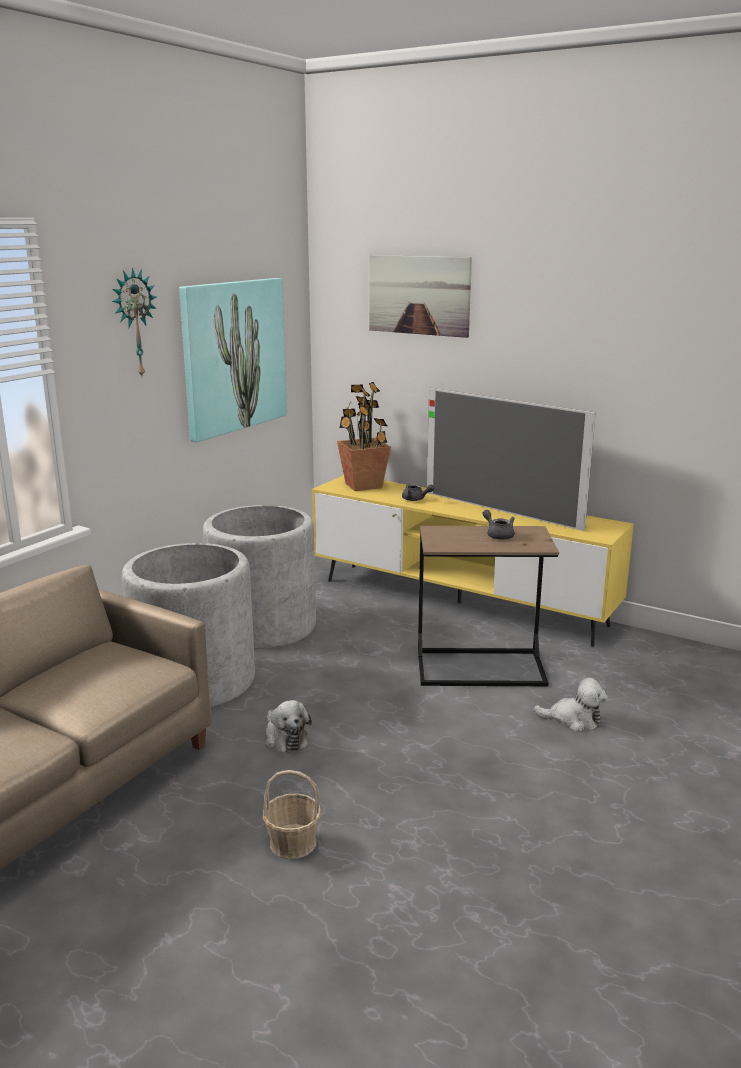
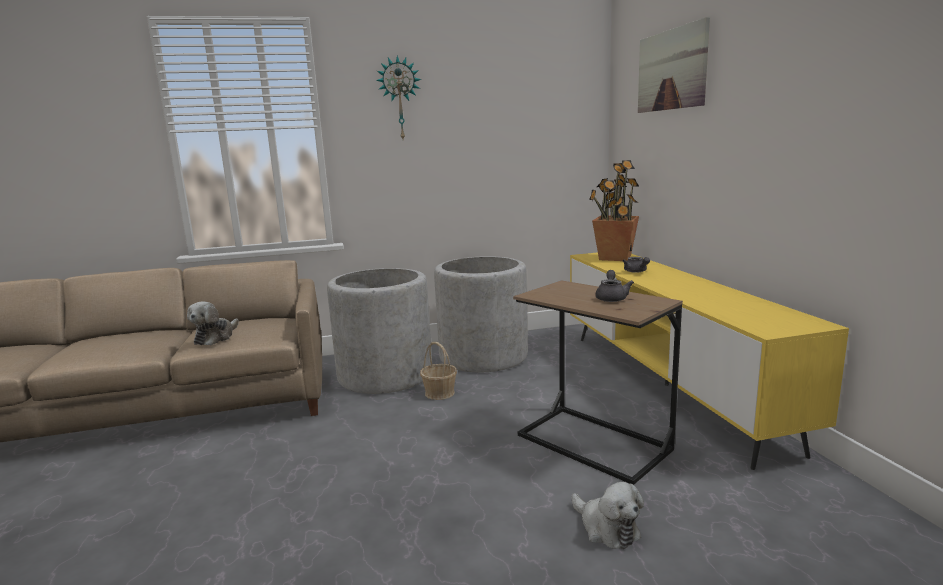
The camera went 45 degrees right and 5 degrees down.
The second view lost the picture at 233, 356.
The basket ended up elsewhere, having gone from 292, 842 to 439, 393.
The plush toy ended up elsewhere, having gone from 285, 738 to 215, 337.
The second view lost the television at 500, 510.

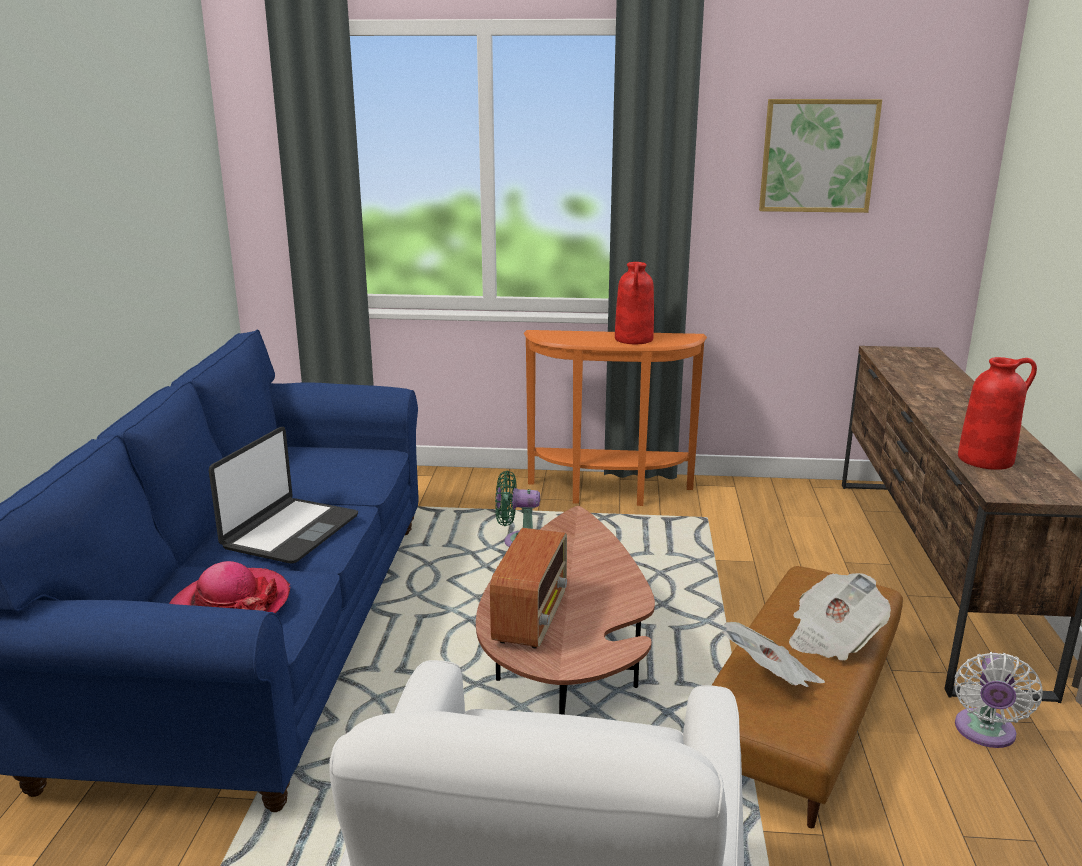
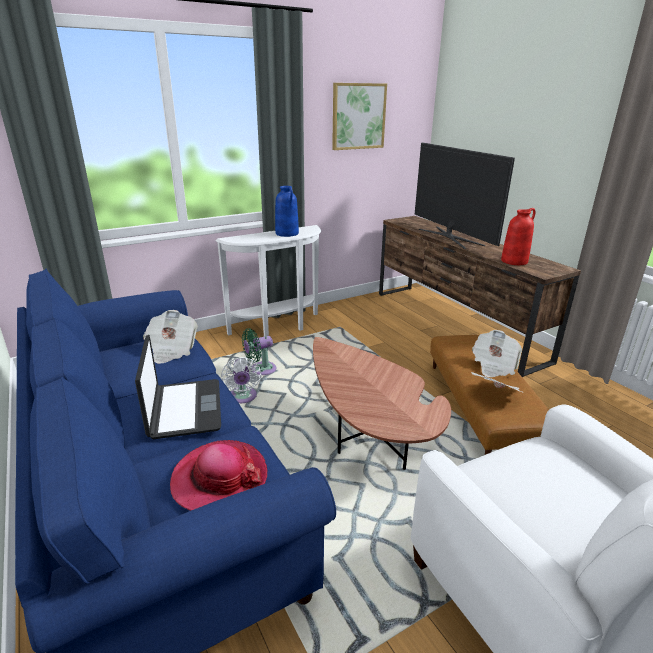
The camera went 35 degrees left and 5 degrees up.
The second view lost the radio at 531, 618.
What was the orange console table at 610, 494 turned into the white console table at 279, 328.
What was the red vase at 634, 339 turned into the blue vase at 287, 233.
The white fan ended up elsewhere, having gone from 984, 733 to 243, 398.
The second view gained the newspaper at 171, 349.
The second view gained the television at 450, 237.

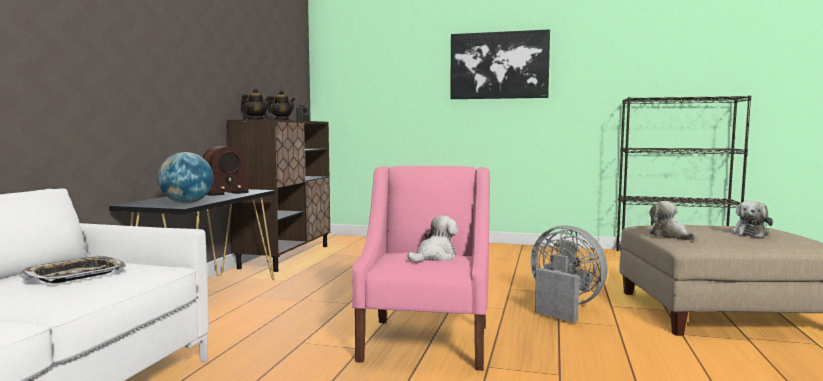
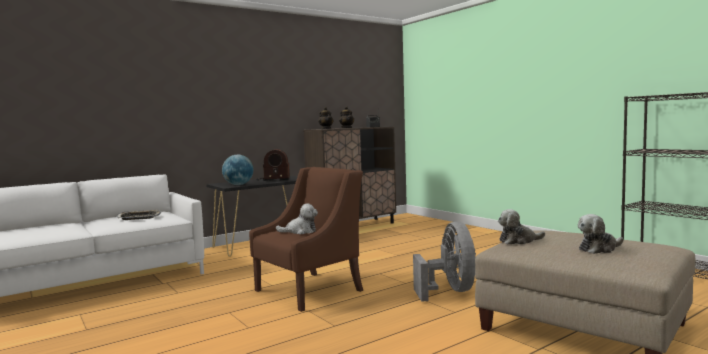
The camera went 40 degrees right and 0 degrees up.
What was the pink armchair at 426, 342 turned into the brown armchair at 310, 290.
The second view lost the picture at 499, 65.
The plush toy at 670, 236 ended up facing another way, 120 degrees counterclockwise from before.

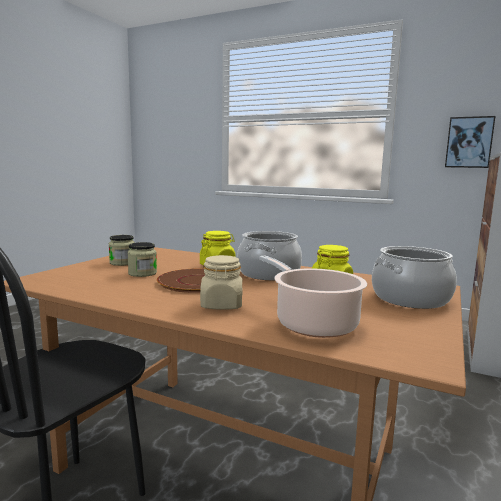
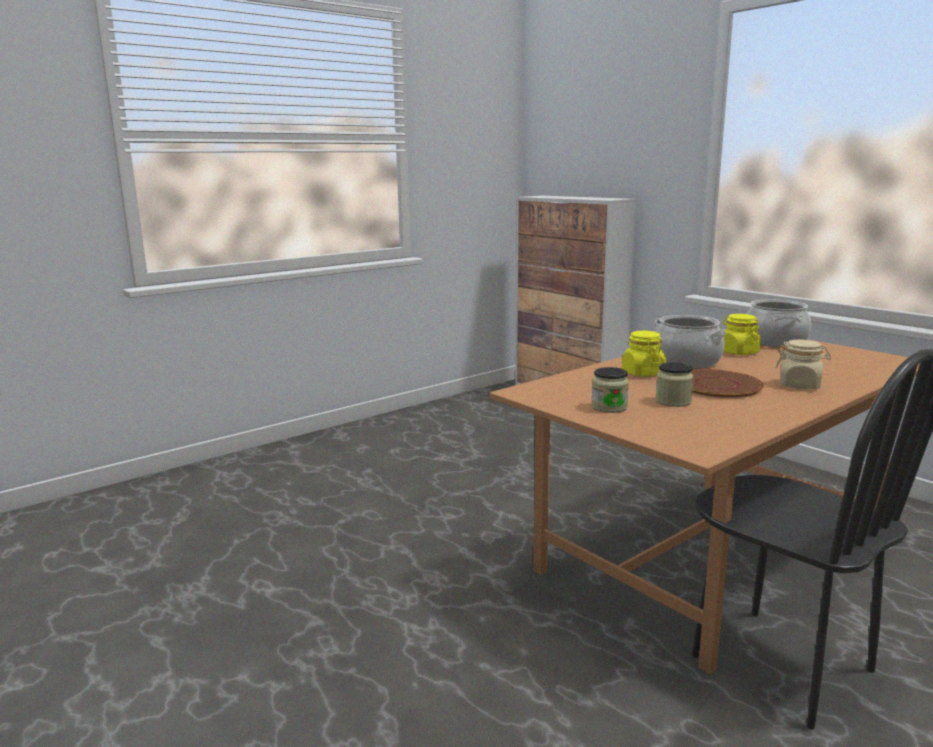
The camera went 65 degrees left and 5 degrees up.
The second view lost the cooking pot at 312, 323.
The second view lost the picture at 469, 142.

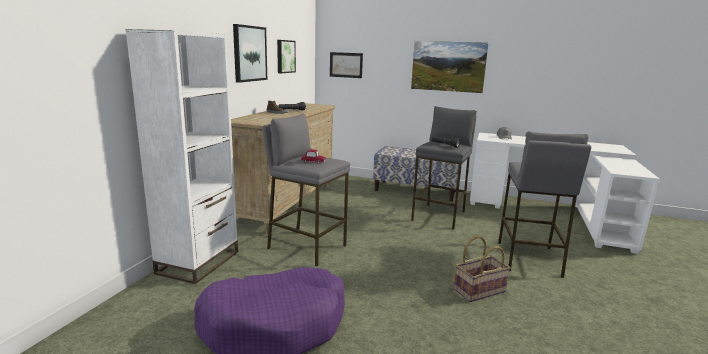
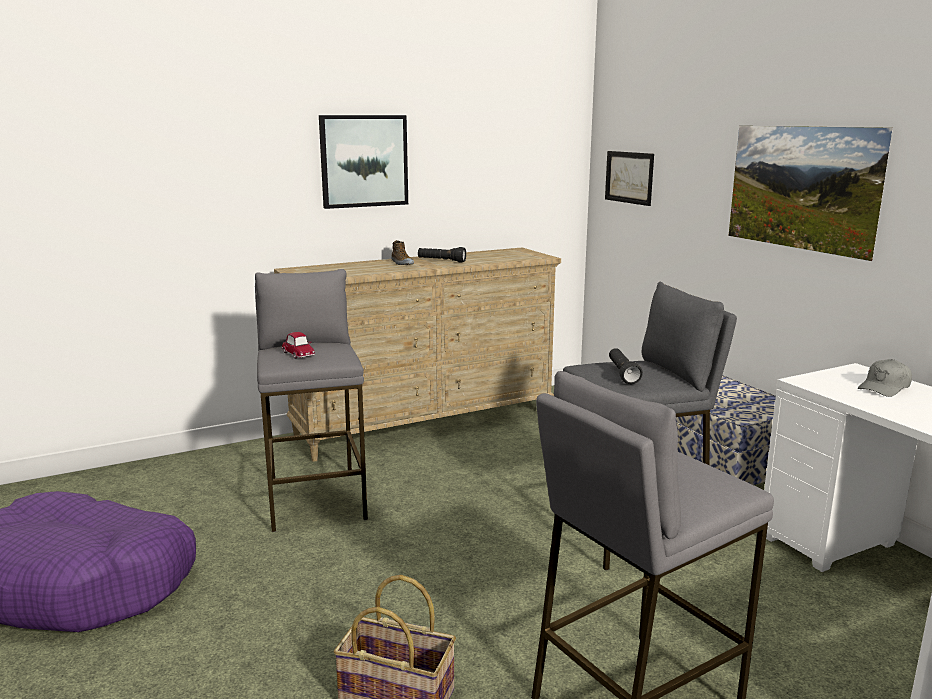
The camera went 45 degrees right and 0 degrees up.
The second view lost the white bookcase at 198, 262.
The second view lost the picture at 285, 56.

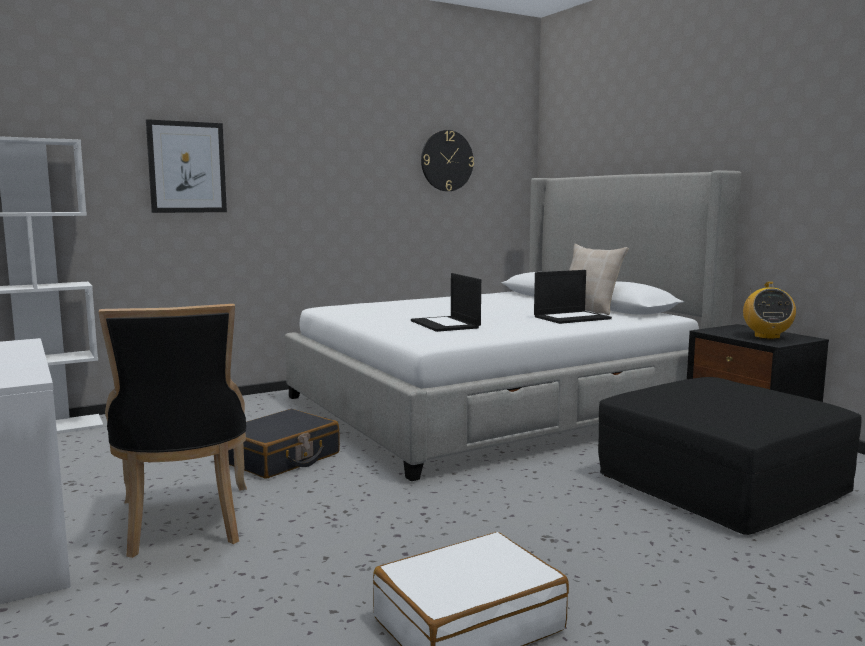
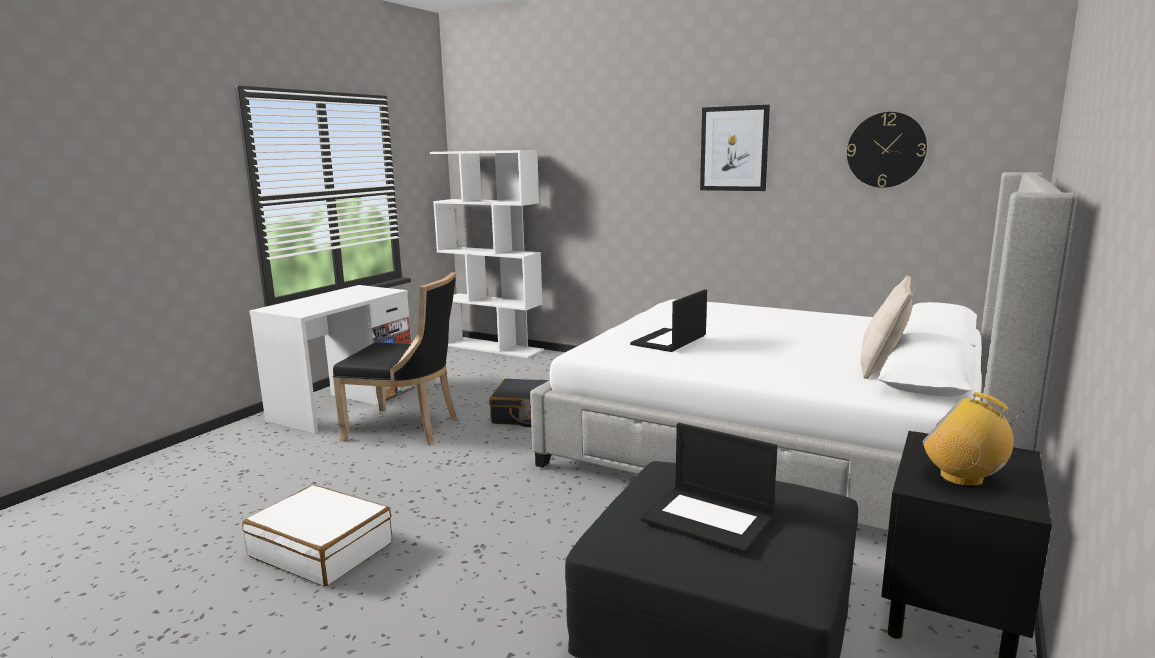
The camera went 60 degrees right and 5 degrees up.
The black chair at 185, 523 ended up facing another way, 120 degrees counterclockwise from before.
The picture ended up elsewhere, having gone from 187, 167 to 734, 148.
The laptop ended up elsewhere, having gone from 572, 317 to 709, 519.
The radio at 766, 337 ended up facing another way, 60 degrees clockwise from before.

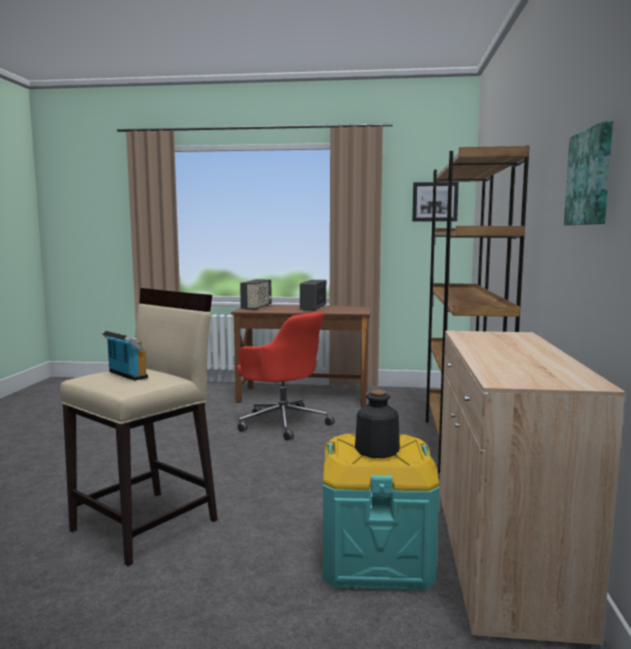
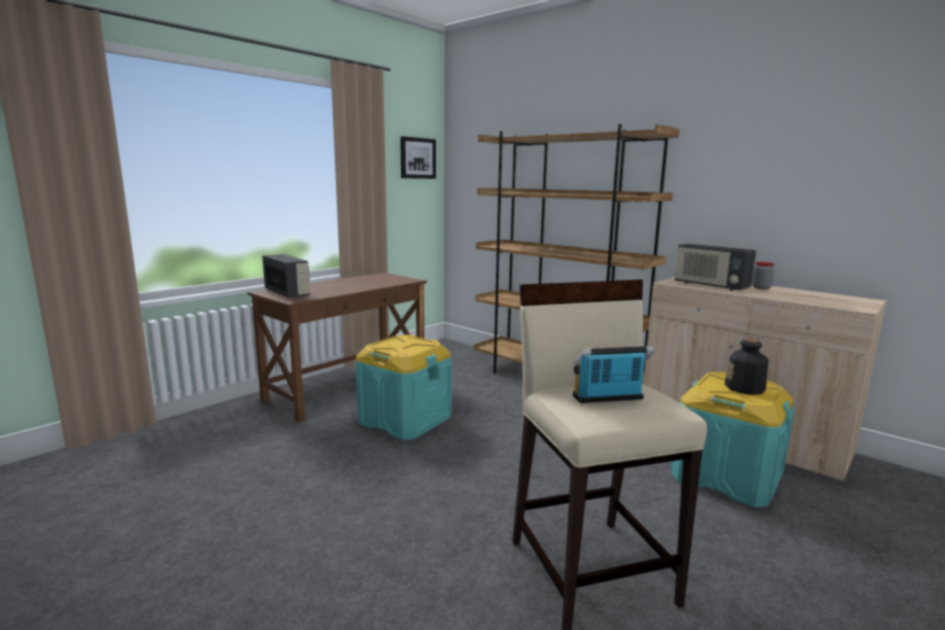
The camera went 55 degrees left and 5 degrees up.
Where the red office chair stood at 283, 423, the turquoise storage box came to stand at 405, 420.
The radio ended up elsewhere, having gone from 313, 308 to 710, 286.
The second view lost the picture at 591, 177.
The second view gained the jar at 761, 288.

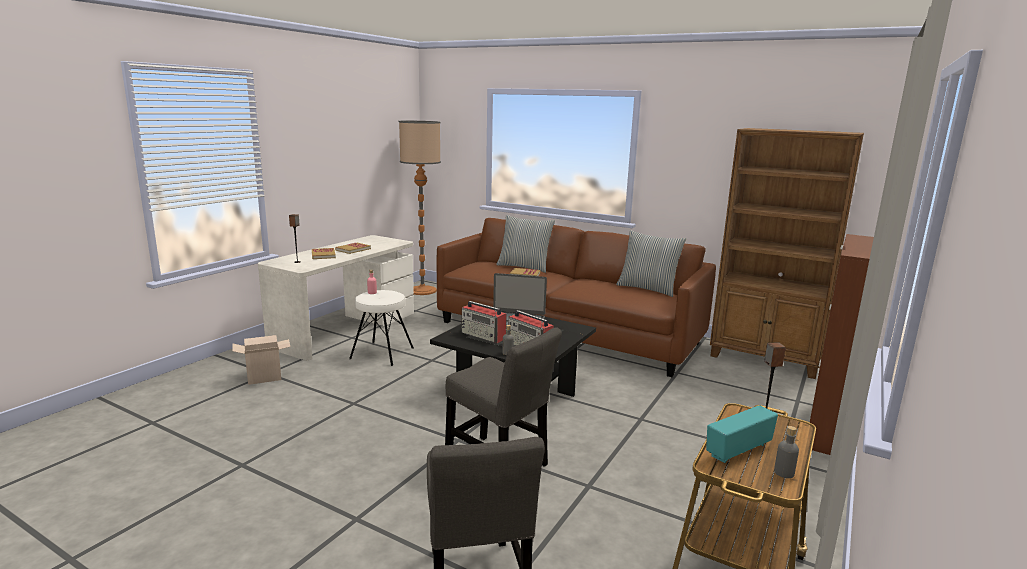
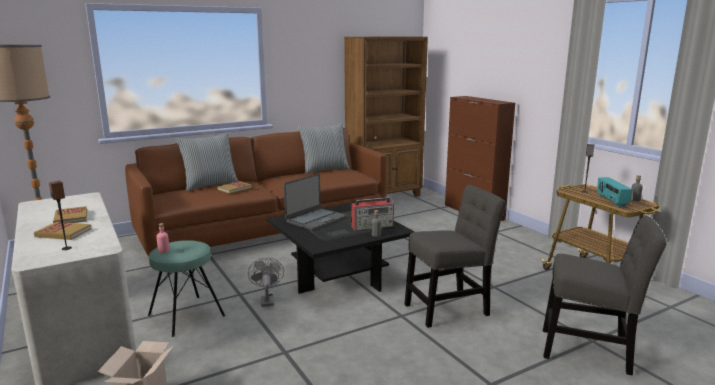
The camera went 60 degrees left and 0 degrees up.
What was the white stool at 382, 353 turned into the turquoise stool at 186, 315.
The second view lost the radio at 483, 336.
The second view gained the grey fan at 267, 300.

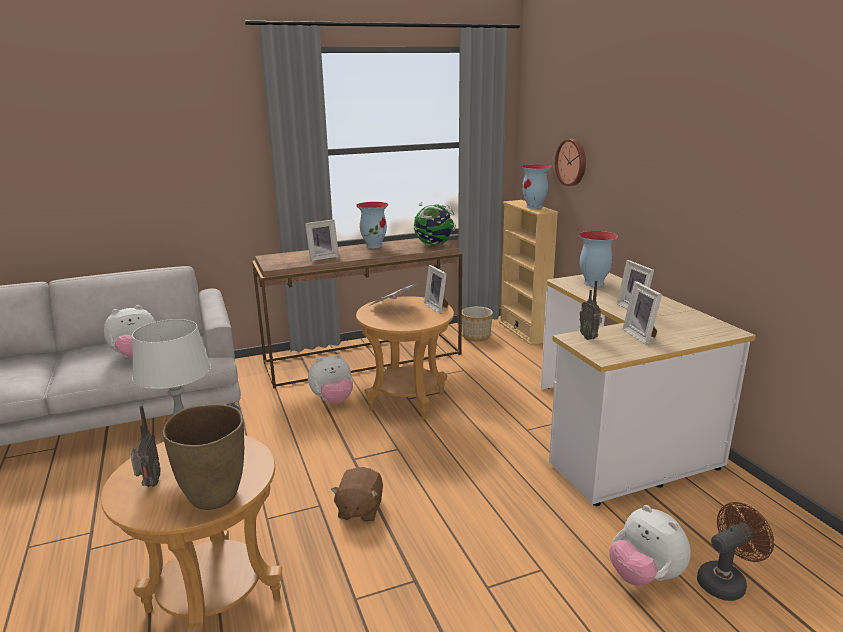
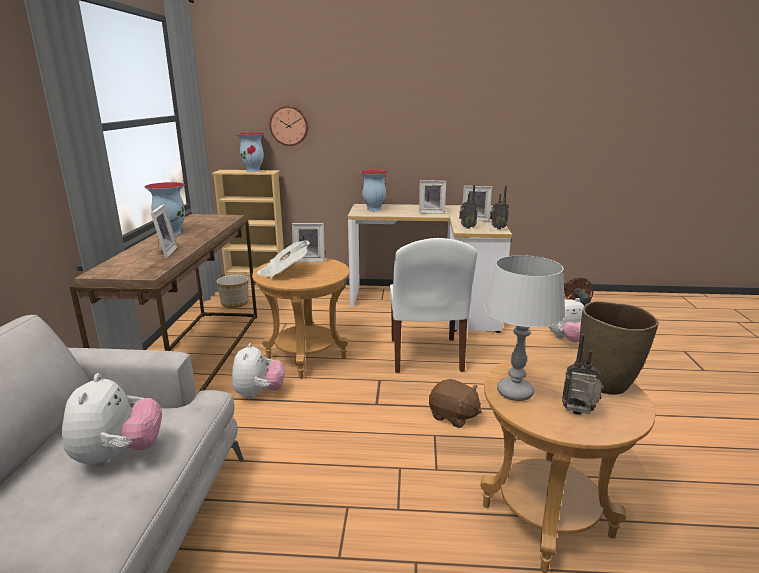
The camera went 65 degrees left and 0 degrees up.
The second view lost the globe at 434, 245.
The second view gained the white chair at 425, 356.
The second view gained the radio at 497, 228.

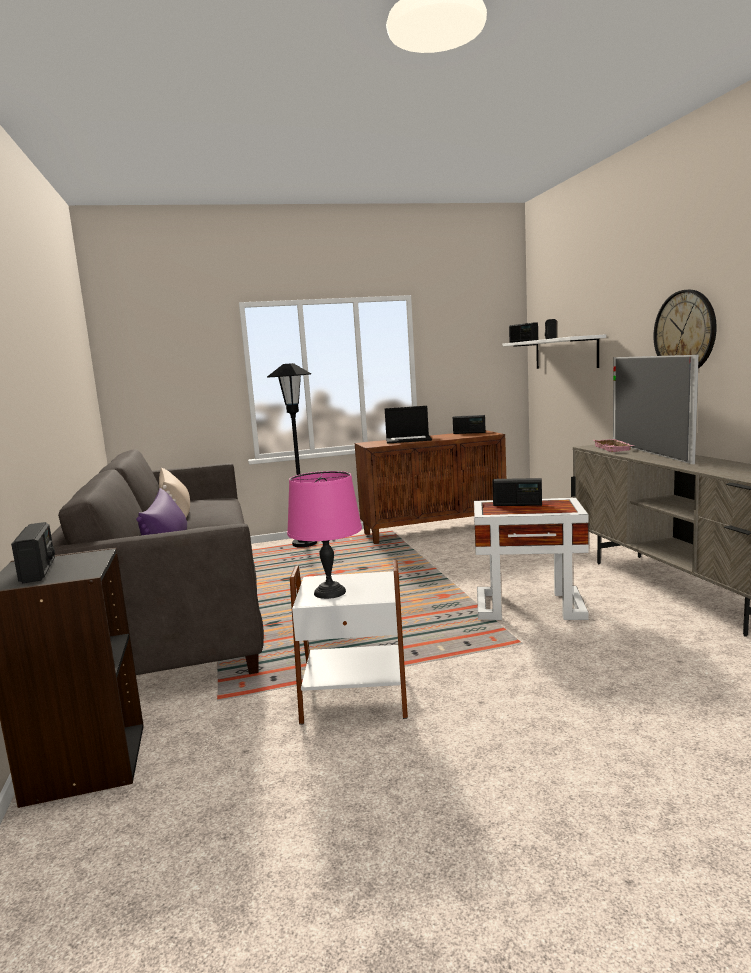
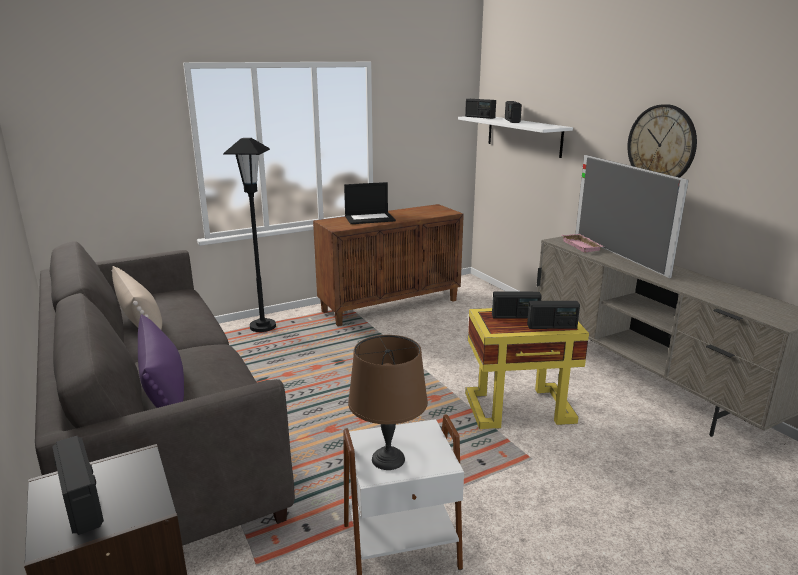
The camera went 15 degrees left and 10 degrees up.
What was the pink table lamp at 330, 592 turned into the brown table lamp at 388, 458.
The radio ended up elsewhere, having gone from 469, 433 to 552, 326.
What was the white side table at 530, 606 turned into the yellow side table at 520, 408.

